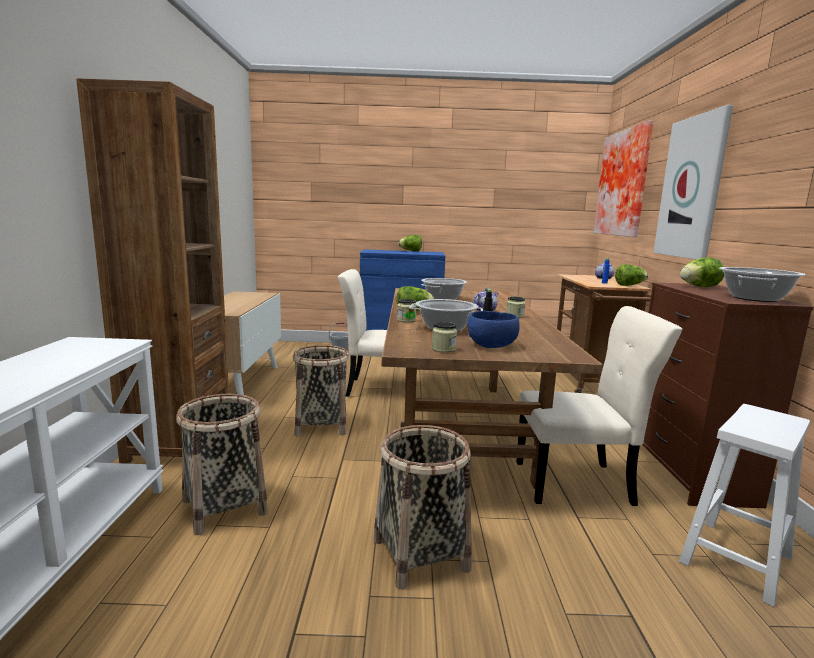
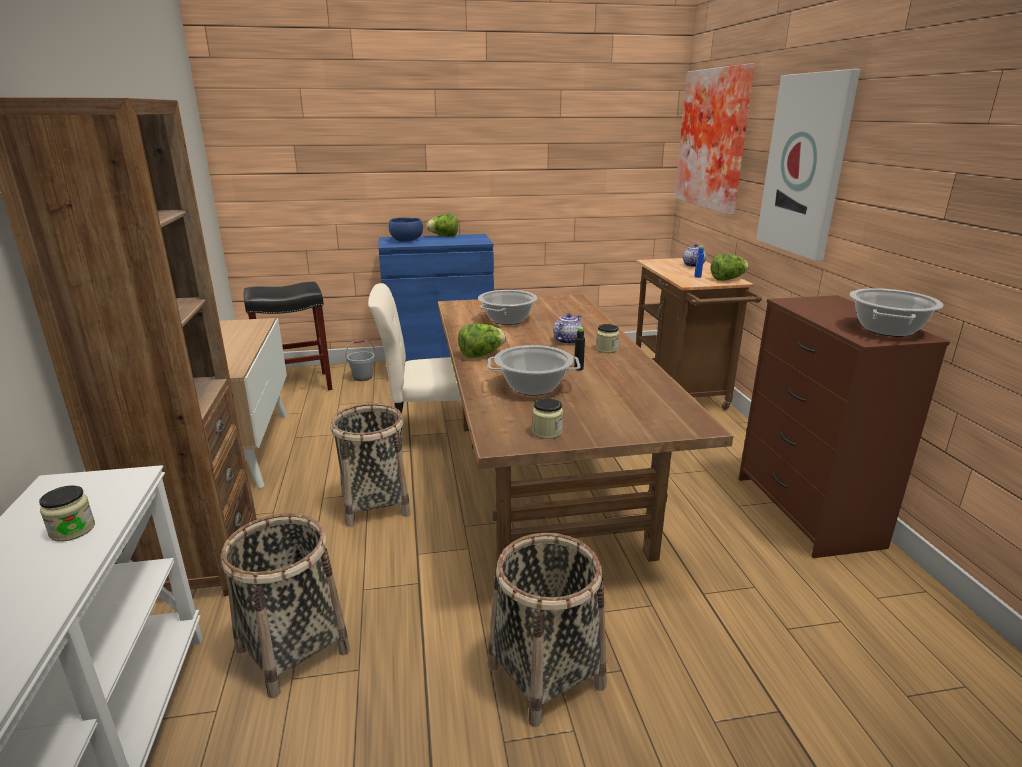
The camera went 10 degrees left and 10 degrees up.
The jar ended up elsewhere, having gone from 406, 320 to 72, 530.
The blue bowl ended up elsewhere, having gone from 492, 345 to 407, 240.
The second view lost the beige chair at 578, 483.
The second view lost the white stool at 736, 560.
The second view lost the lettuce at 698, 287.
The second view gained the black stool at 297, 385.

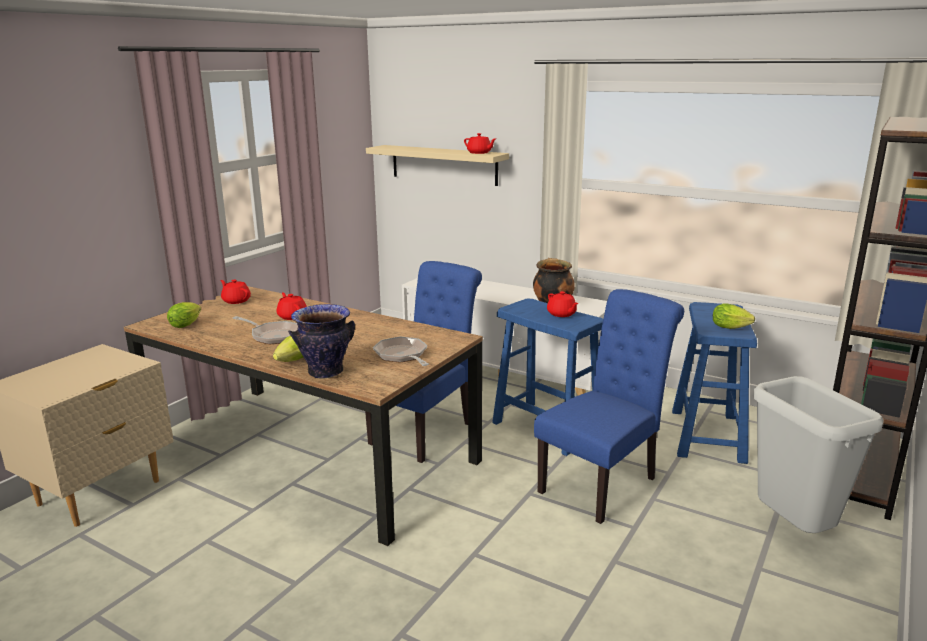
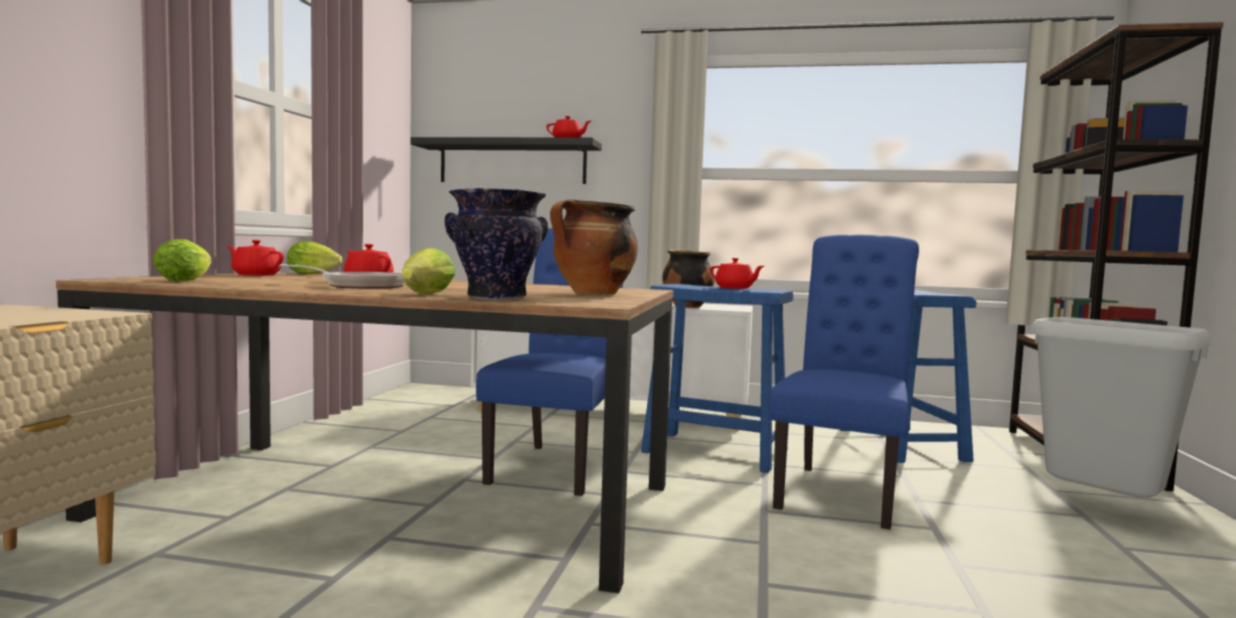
The camera went 20 degrees left and 15 degrees down.
What was the beige shelf at 443, 165 turned into the black shelf at 512, 163.
Where the frying pan stood at 402, 356, the cooking pot came to stand at 593, 294.
The lettuce ended up elsewhere, having gone from 732, 328 to 315, 275.

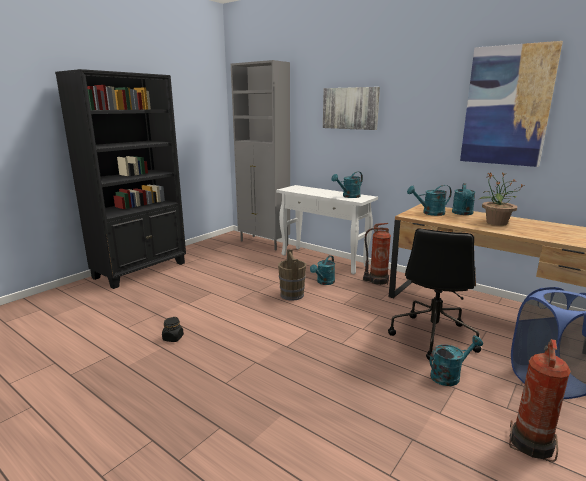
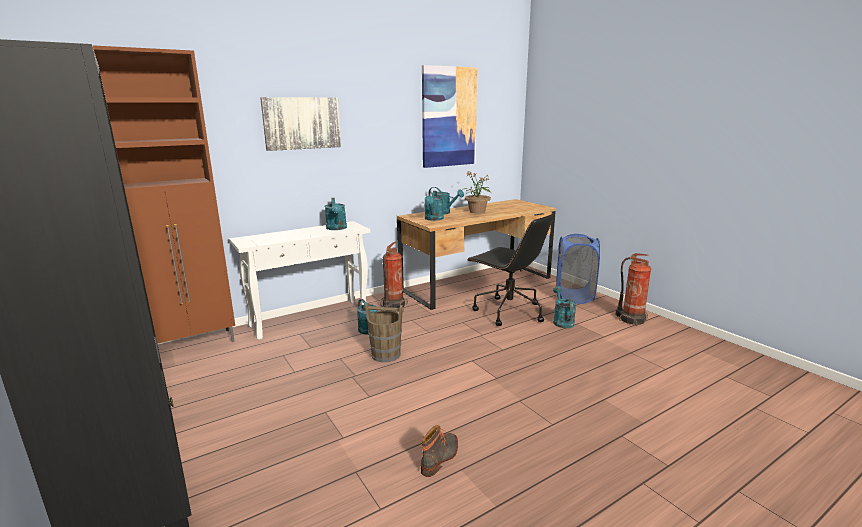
The camera went 70 degrees left and 0 degrees up.
Where the black jar stood at 173, 338, the boot came to stand at 440, 458.
What was the grey cabinet at 264, 243 turned into the brown cabinet at 193, 345.

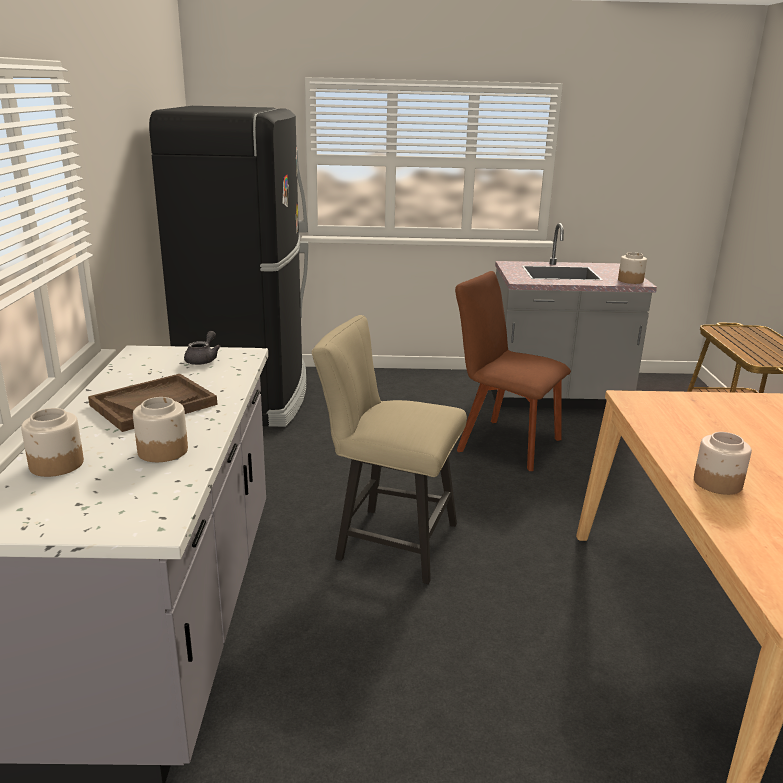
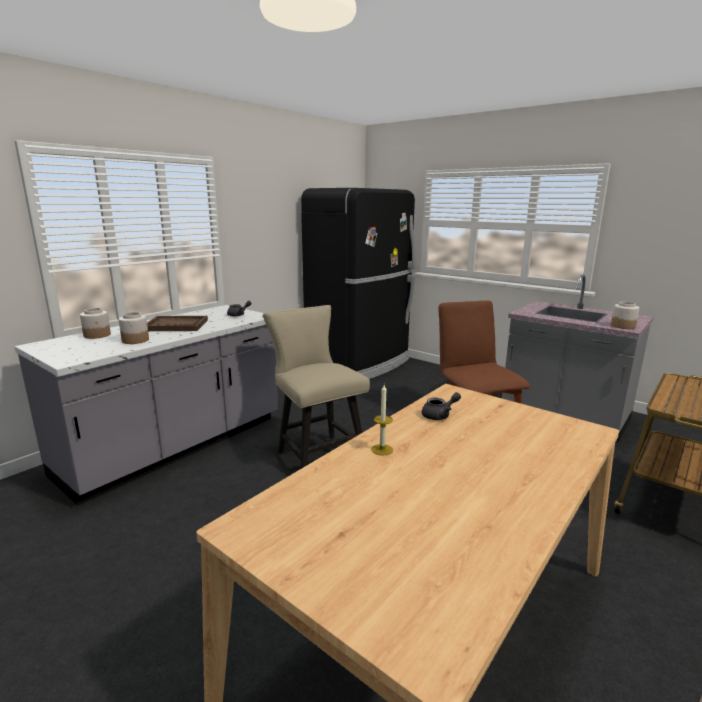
The camera went 40 degrees right and 5 degrees down.
Where the jar stood at 717, 483, the candle came to stand at 382, 449.
The second view gained the grey teapot at 439, 415.

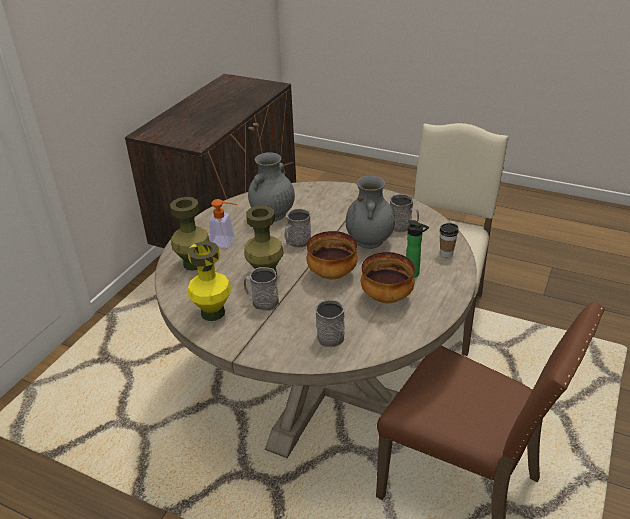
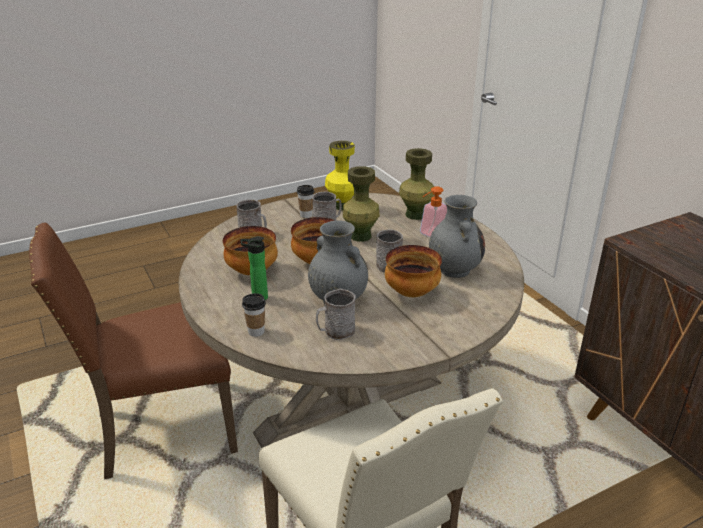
The camera went 125 degrees right and 5 degrees down.
The second view gained the cup at 306, 215.
The second view gained the bowl at 411, 292.

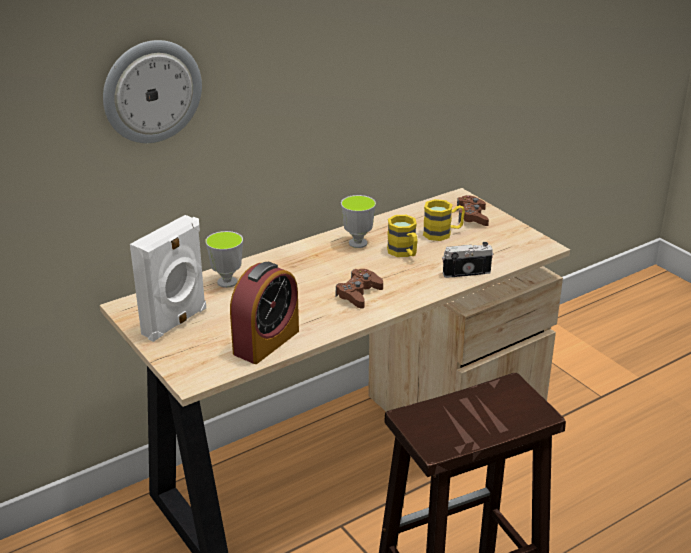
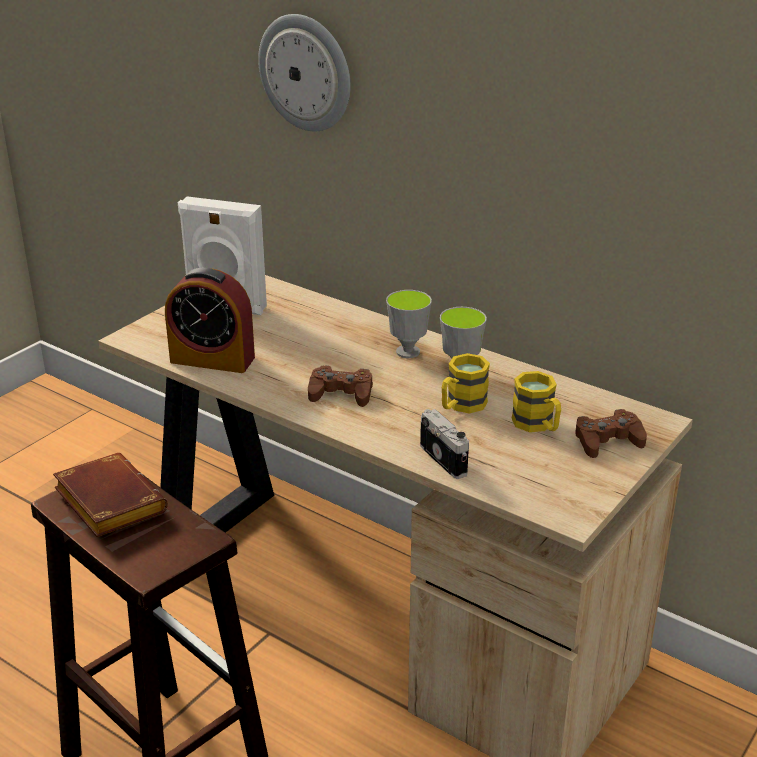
The camera went 70 degrees right and 0 degrees up.
The cup ended up elsewhere, having gone from 227, 282 to 408, 352.
The second view gained the brown book at 106, 502.

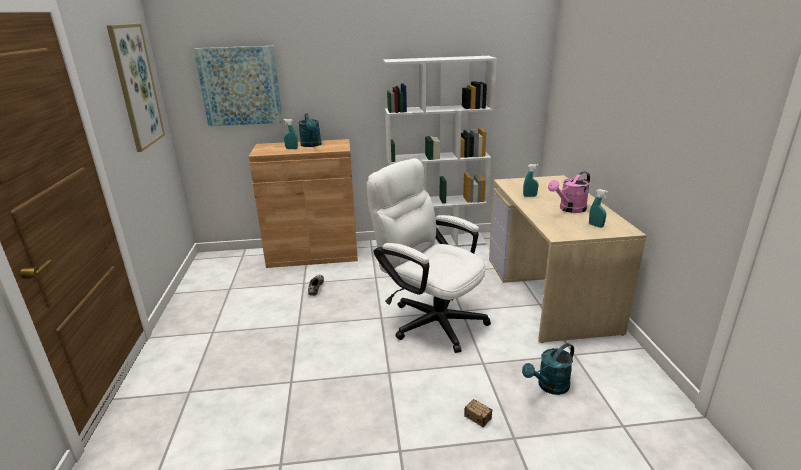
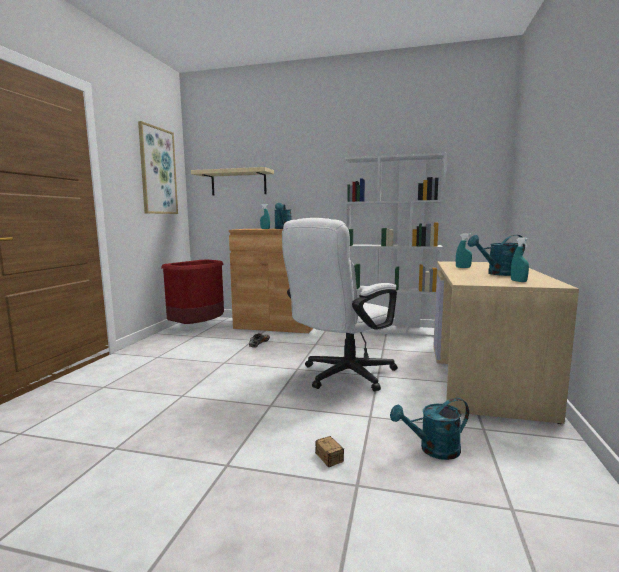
The camera went 20 degrees right and 15 degrees down.
Where the picture hung at 240, 86, the beige shelf came to hang at 238, 183.
The white office chair at 430, 319 ended up facing another way, 105 degrees counterclockwise from before.
What was the pink watering can at 569, 209 turned into the turquoise watering can at 498, 274.
The second view gained the red trash can at 199, 327.

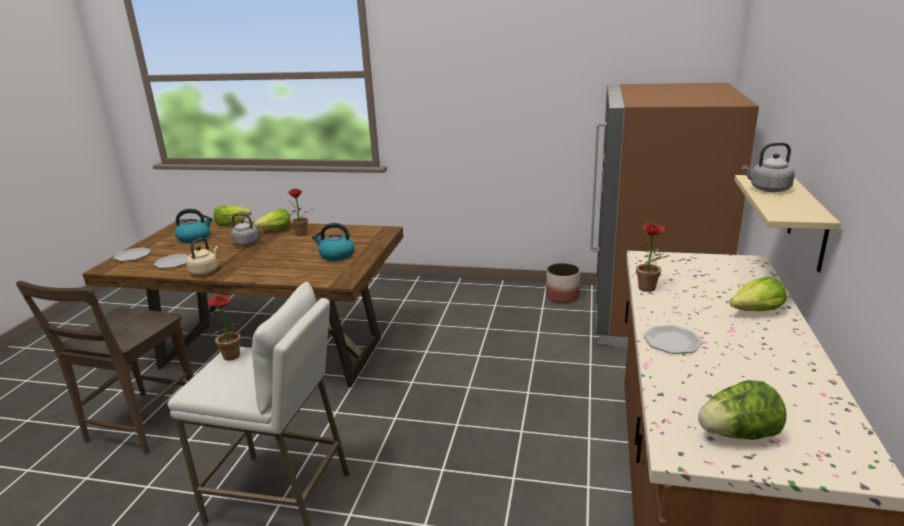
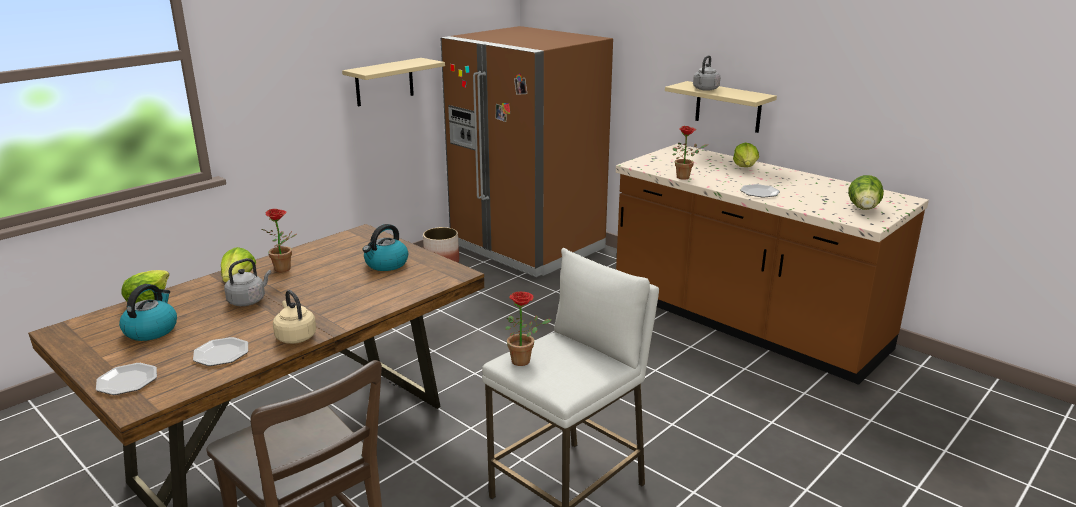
The camera went 60 degrees left and 0 degrees up.
The second view gained the beige shelf at 384, 82.

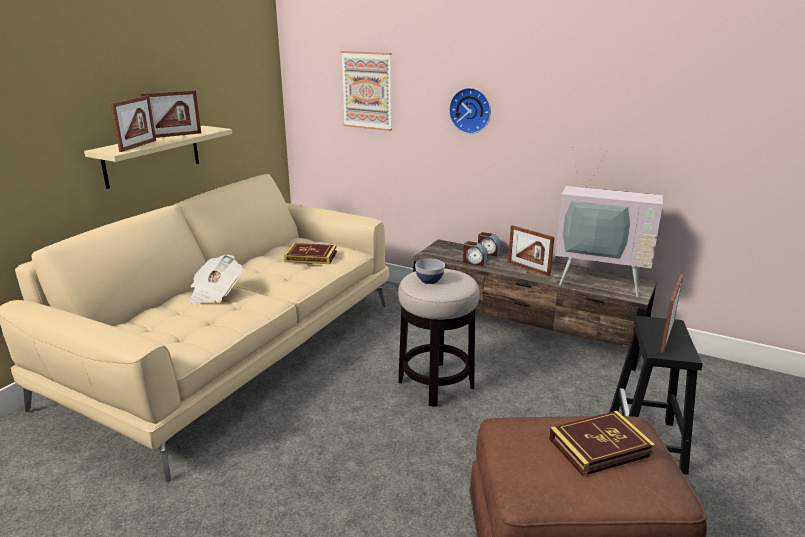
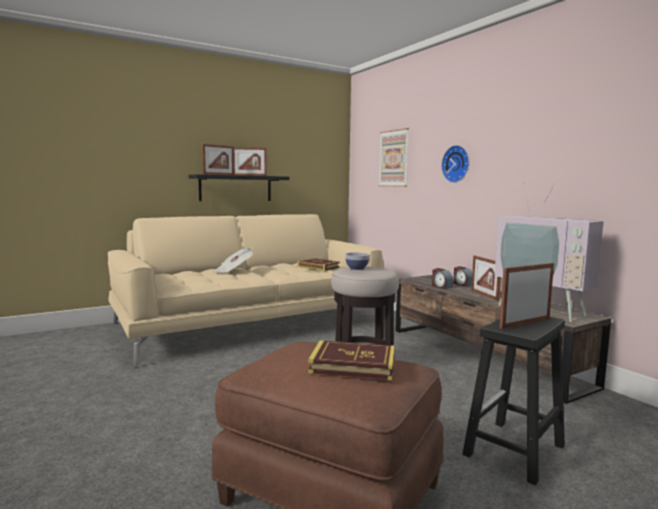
The camera went 30 degrees right and 15 degrees down.
What was the beige shelf at 152, 156 turned into the black shelf at 235, 188.

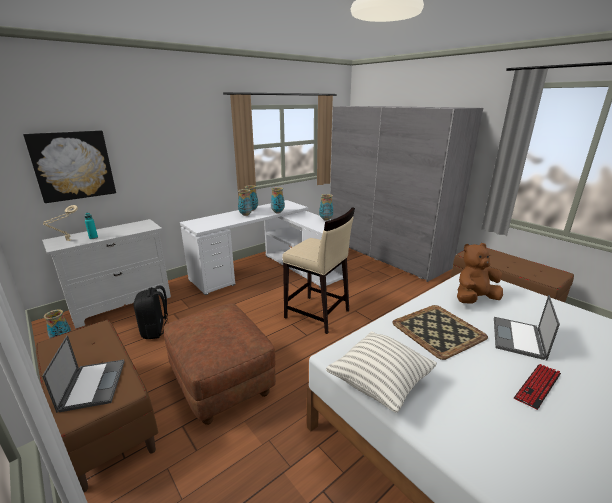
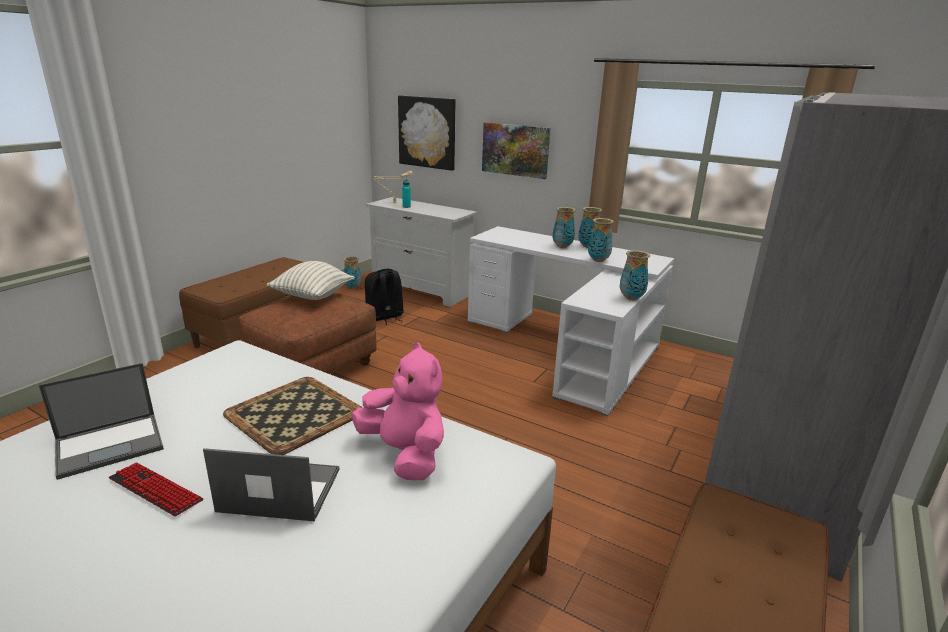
The camera went 70 degrees right and 0 degrees up.
The laptop ended up elsewhere, having gone from 93, 384 to 111, 444.
The second view lost the beige stool at 317, 314.
The pillow ended up elsewhere, having gone from 379, 384 to 312, 297.
What was the brown plush toy at 474, 299 turned into the pink plush toy at 405, 454.
The second view gained the picture at 515, 150.

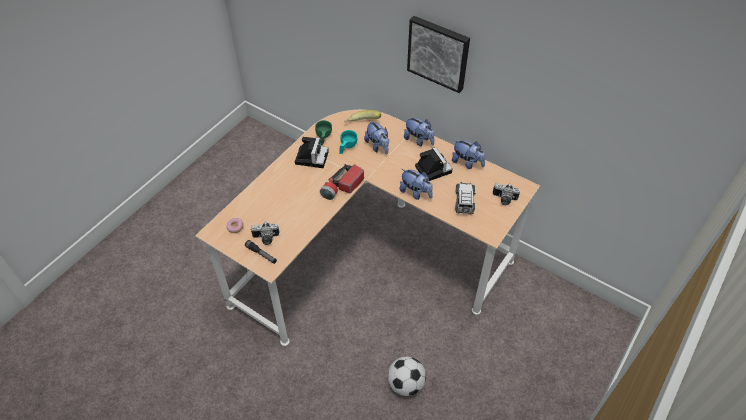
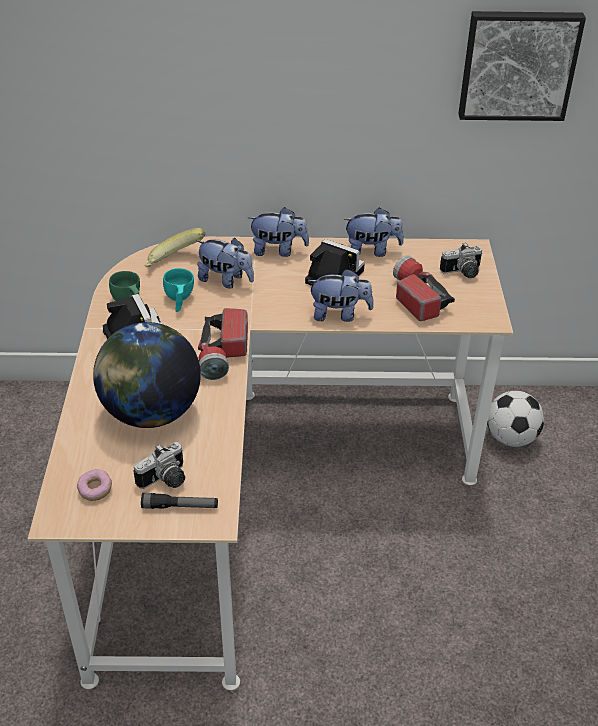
The camera went 35 degrees left and 10 degrees down.
The football ended up elsewhere, having gone from 405, 383 to 510, 438.
The picture ended up elsewhere, having gone from 439, 53 to 518, 65.
Where the toy car stood at 464, 202, the flashlight came to stand at 416, 297.
The second view gained the globe at 151, 412.

